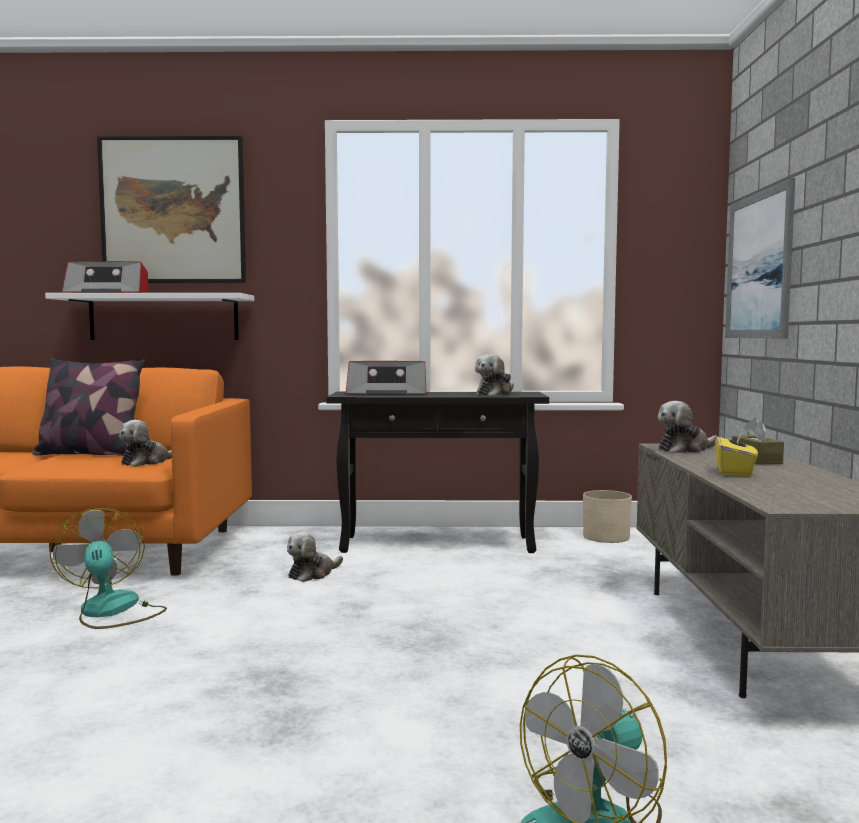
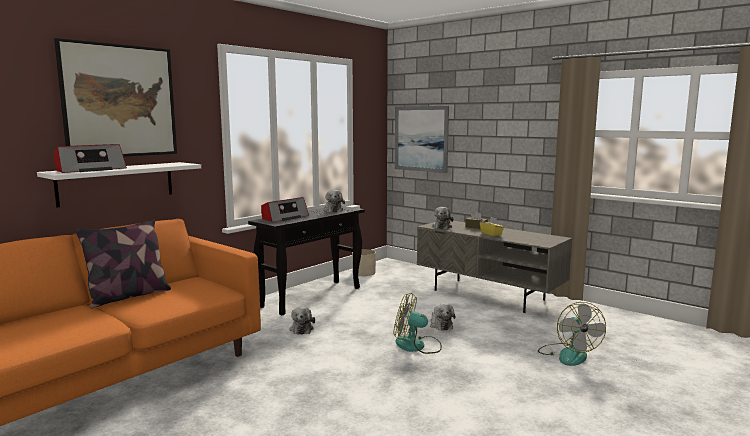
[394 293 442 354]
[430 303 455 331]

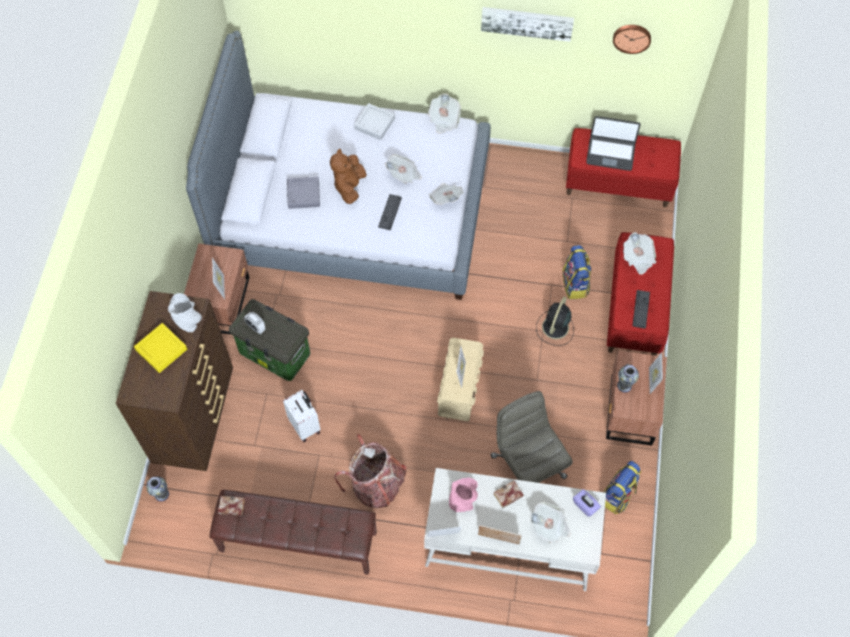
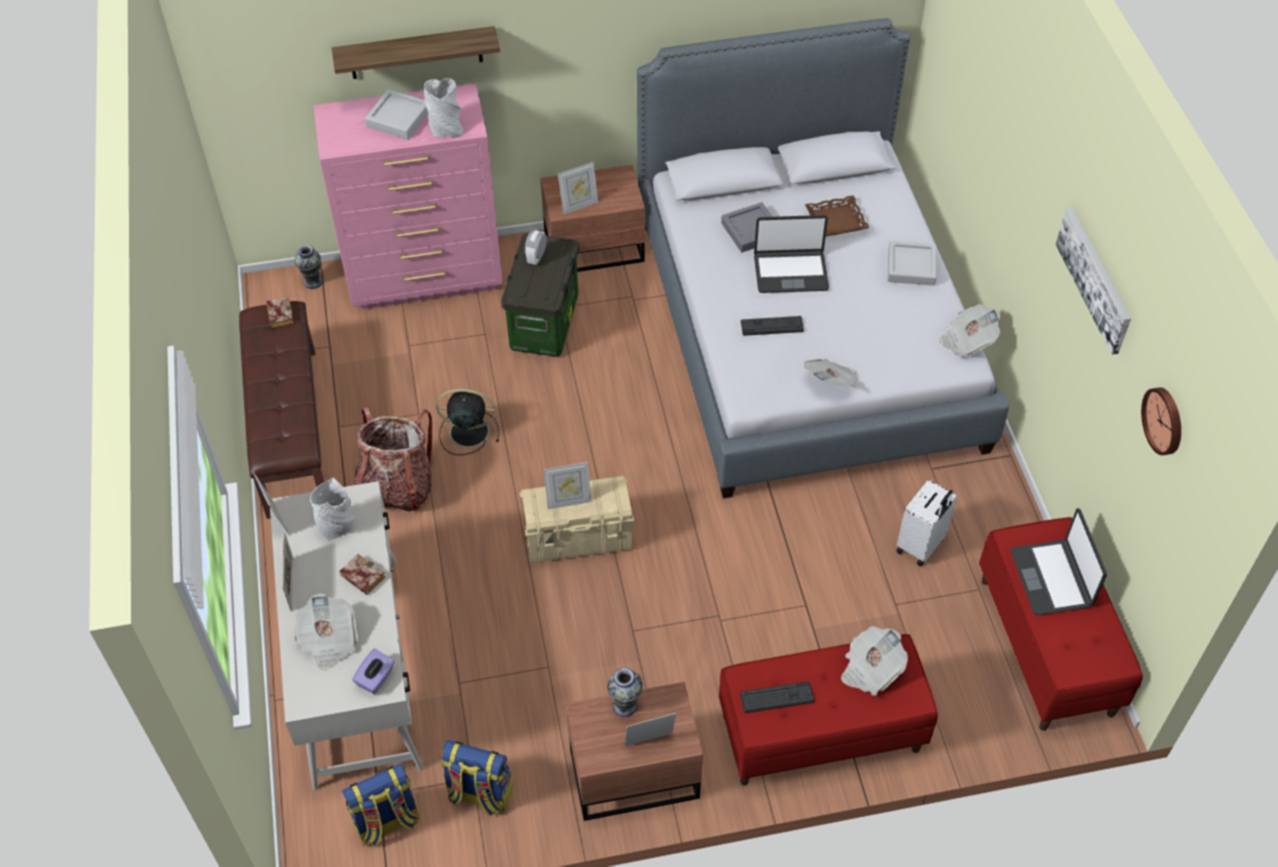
[385 154 422 184] (first image)
[491 391 573 483] (first image)
[332 26 500 79]
[805 195 869 237]
[897 480 957 566]
[436 388 499 455]
[342 763 420 846]
[754 215 829 293]
[313 83 503 309]
[365 89 428 139]
[310 478 355 541]

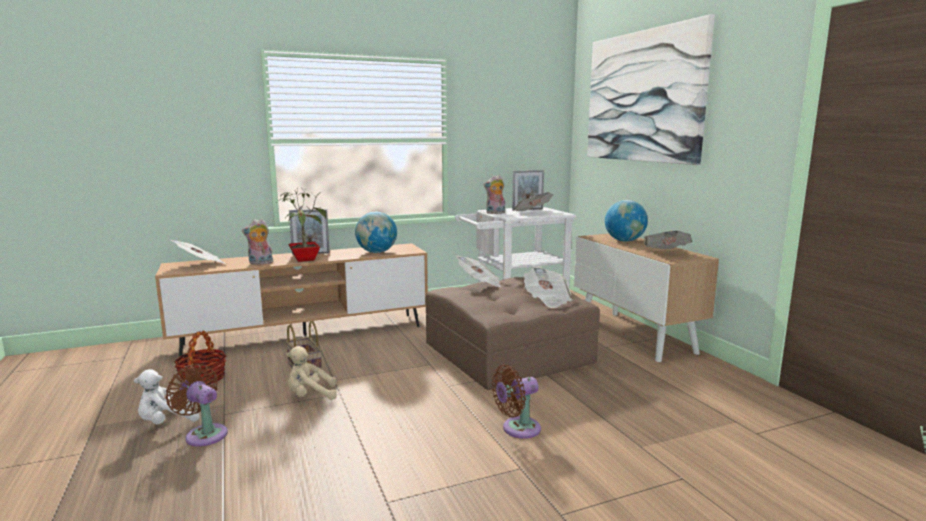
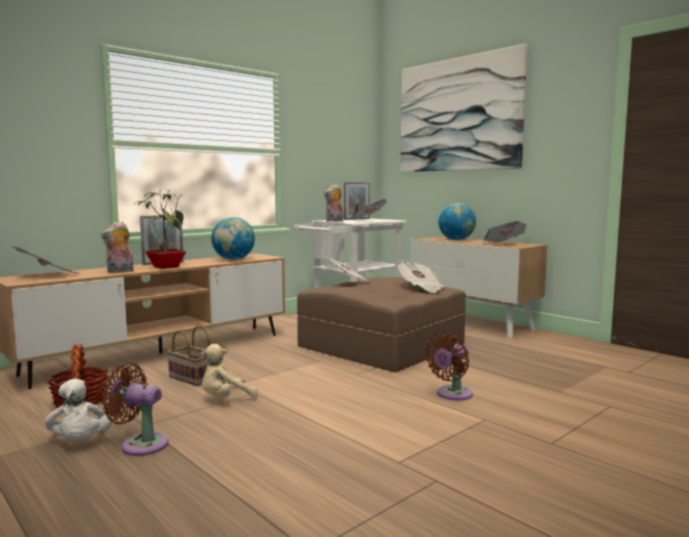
[45 379 113 440]

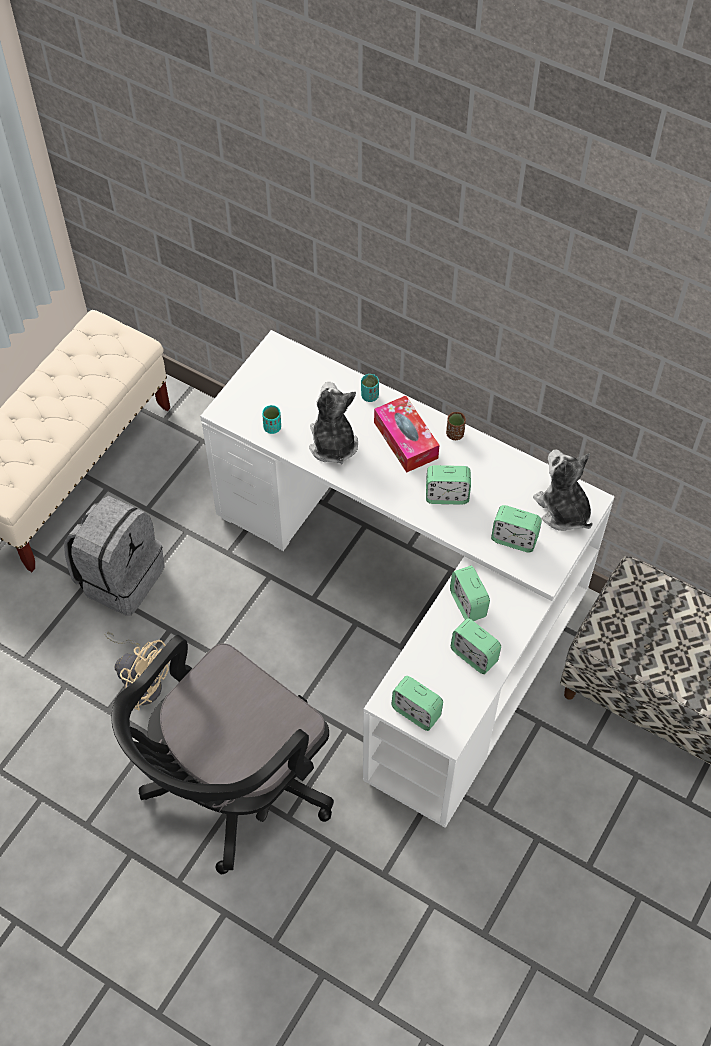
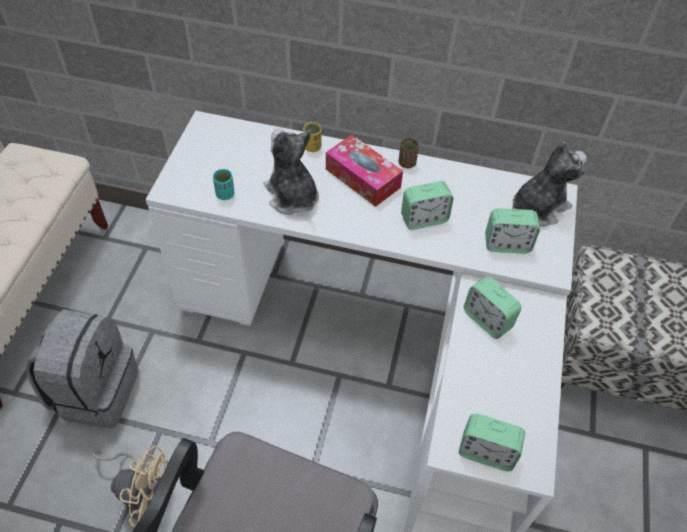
[451 619 501 674] (first image)
[303 122 322 152]
[512 141 587 226]

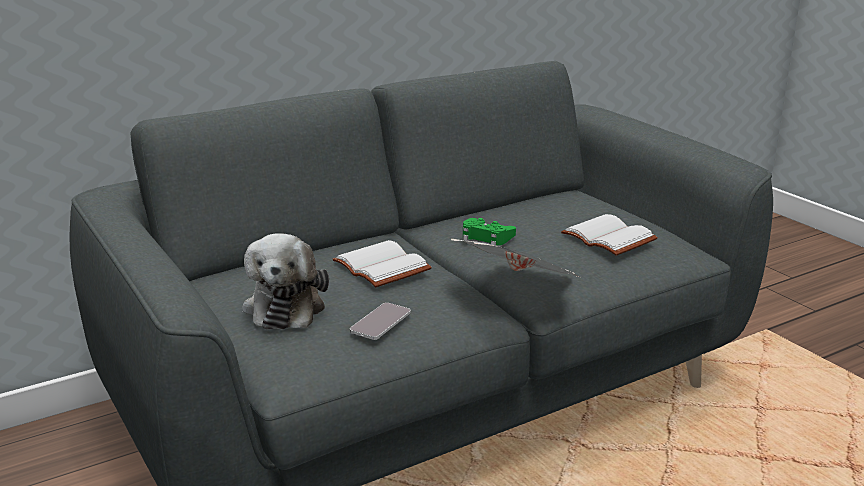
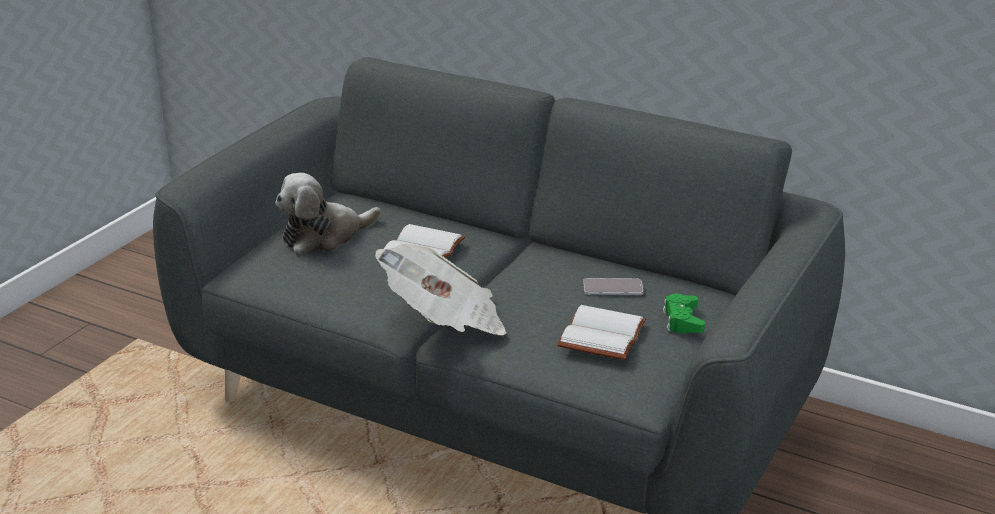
[583 278 643 295]
[663 293 705 333]

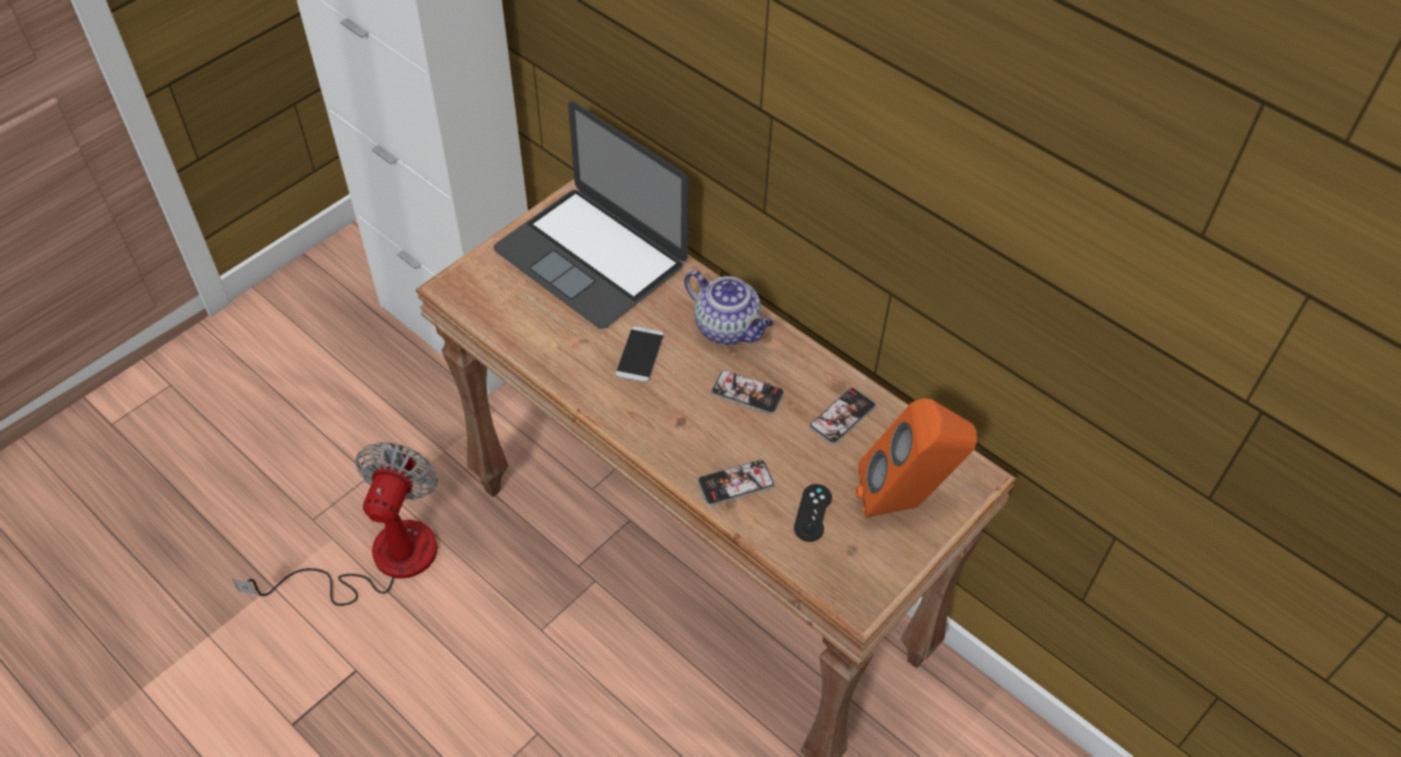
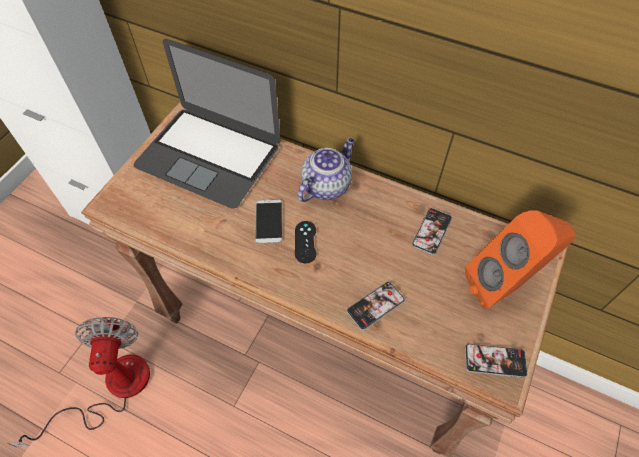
[465 344 528 378]
[295 221 316 263]
[298 138 355 202]

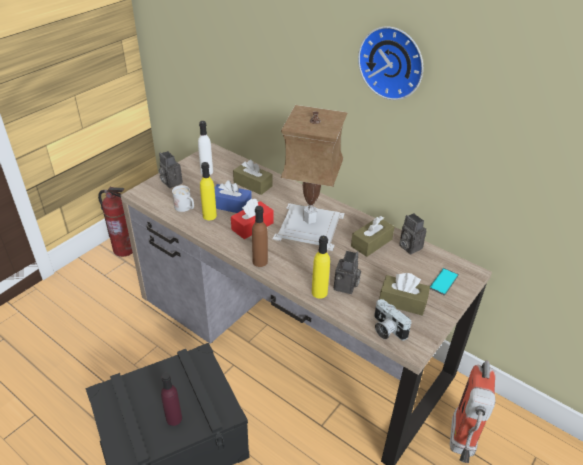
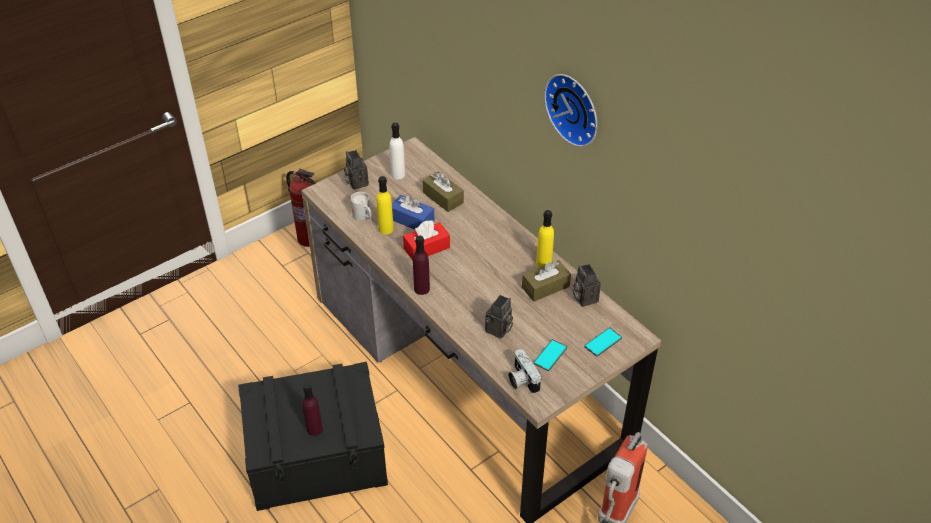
[272 105 348 251] (first image)
[536 210 554 268]
[533 339 567 371]
[413 235 430 295]

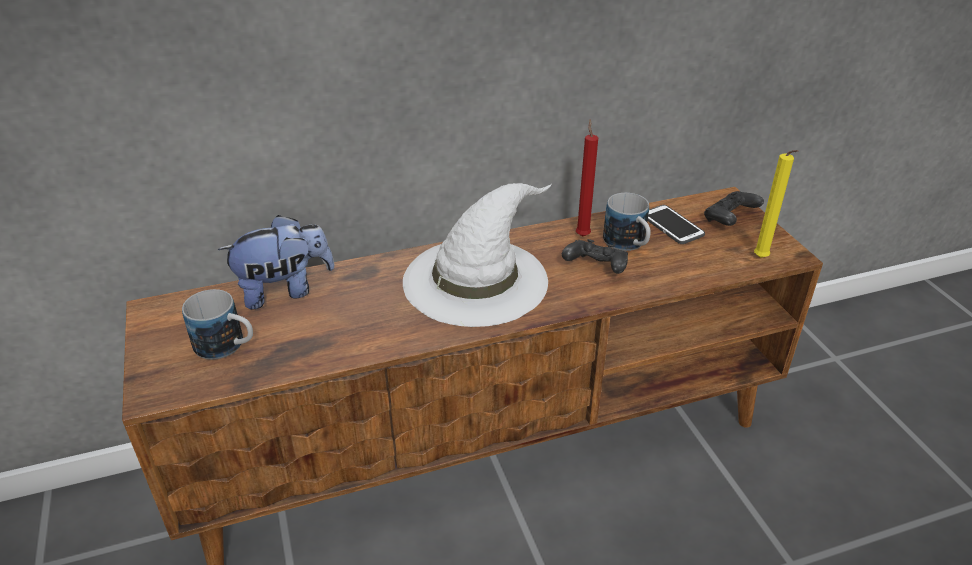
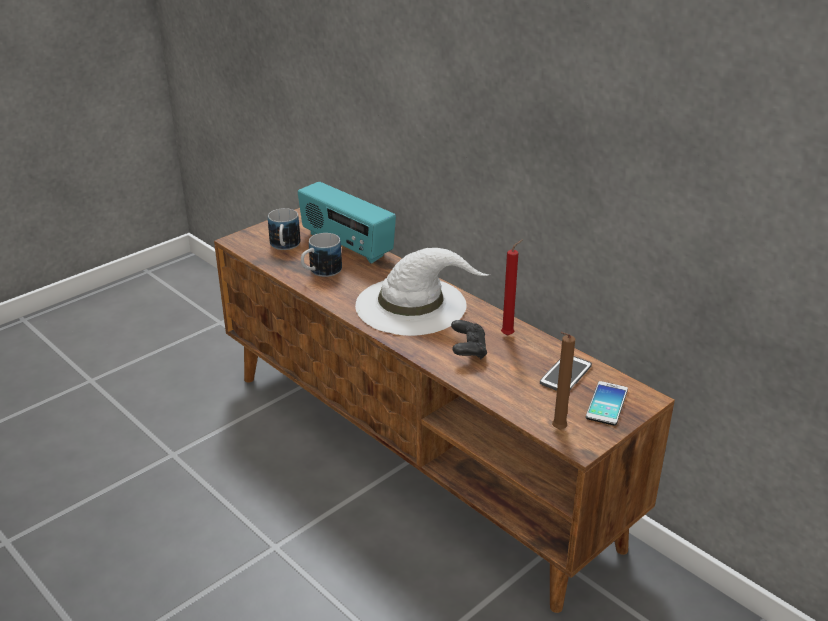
[301 233 342 277]
[298 182 396 264]
[586 381 628 425]
[552 332 575 429]

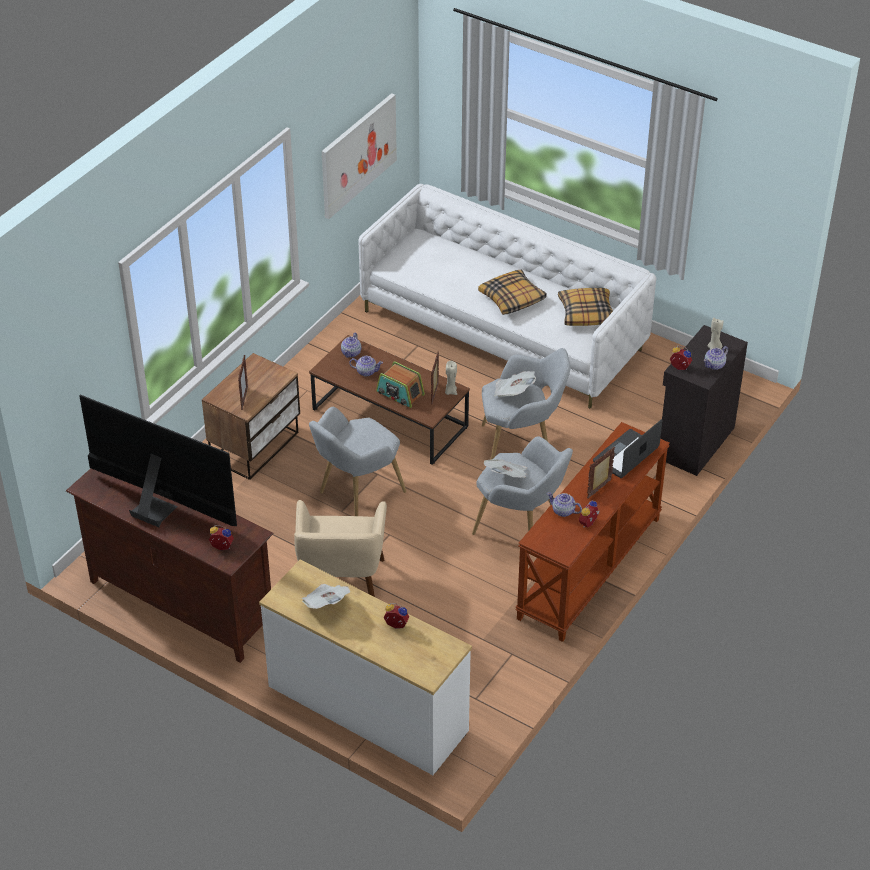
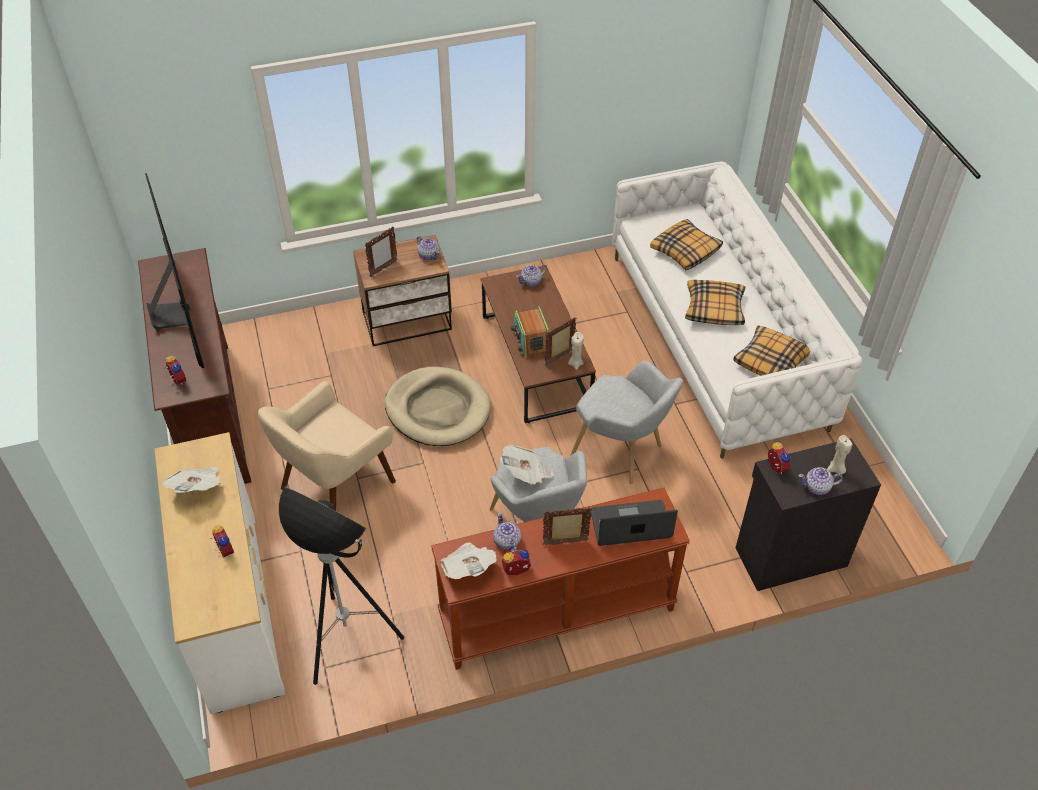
[322 93 397 219] (first image)
[279 486 404 685]
[650 219 723 270]
[417 236 439 261]
[441 542 497 579]
[385 366 491 446]

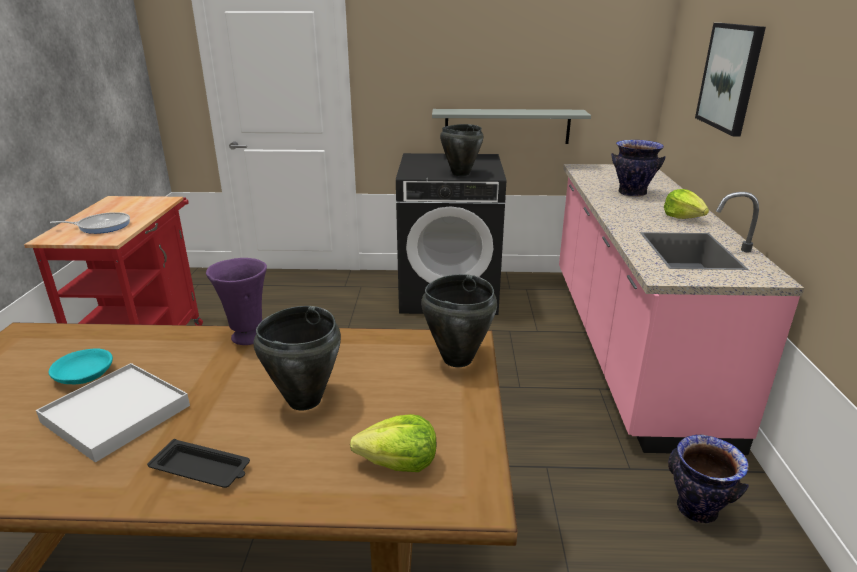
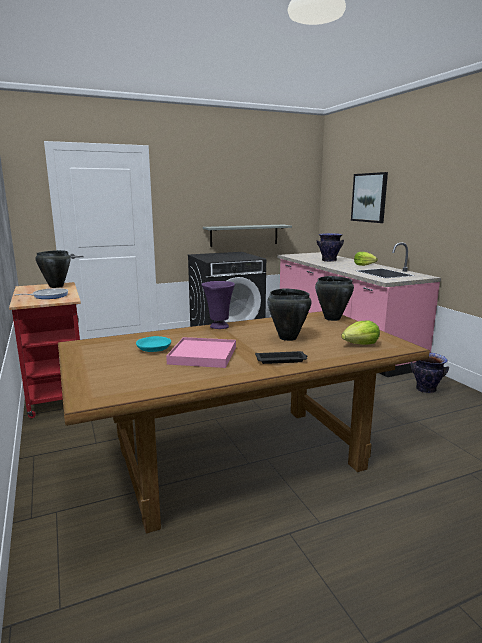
[35 250 71 288]
[166 337 236 368]

